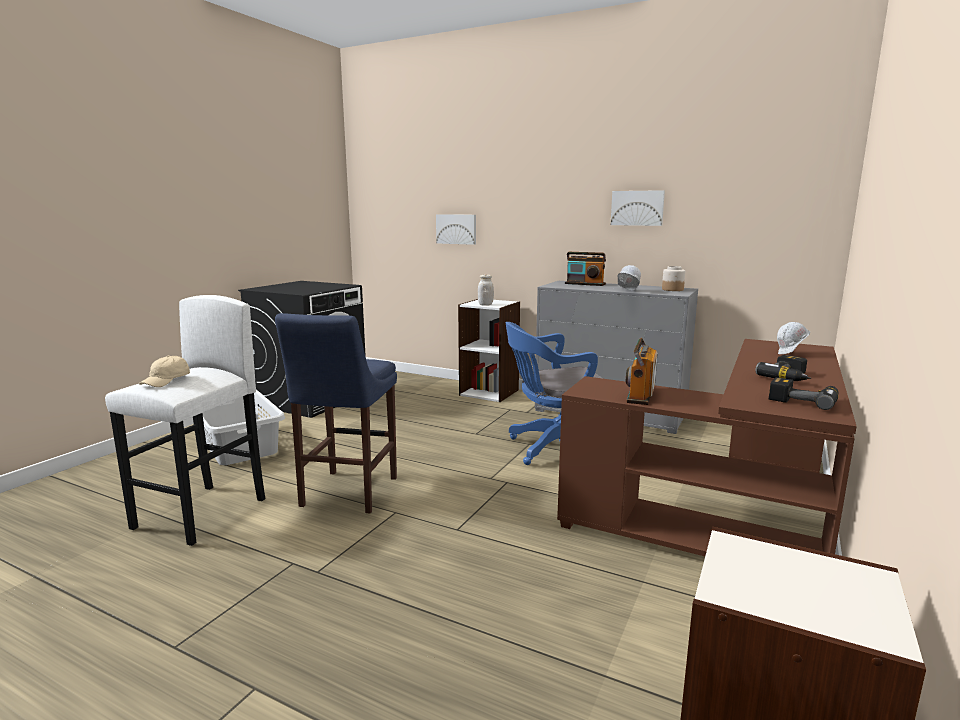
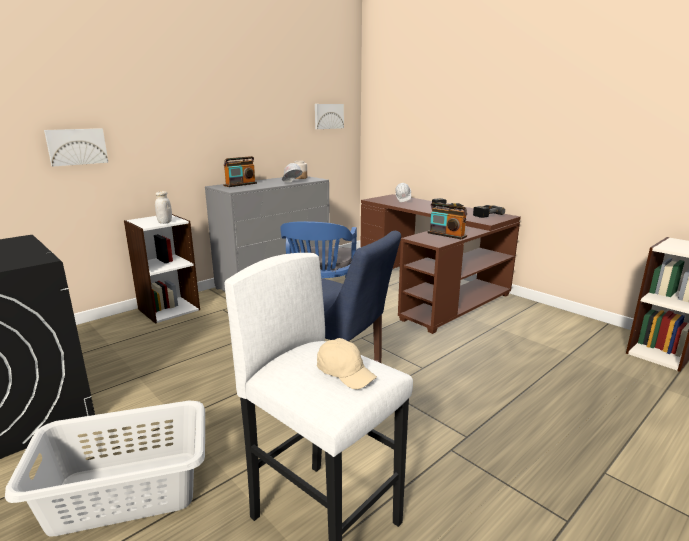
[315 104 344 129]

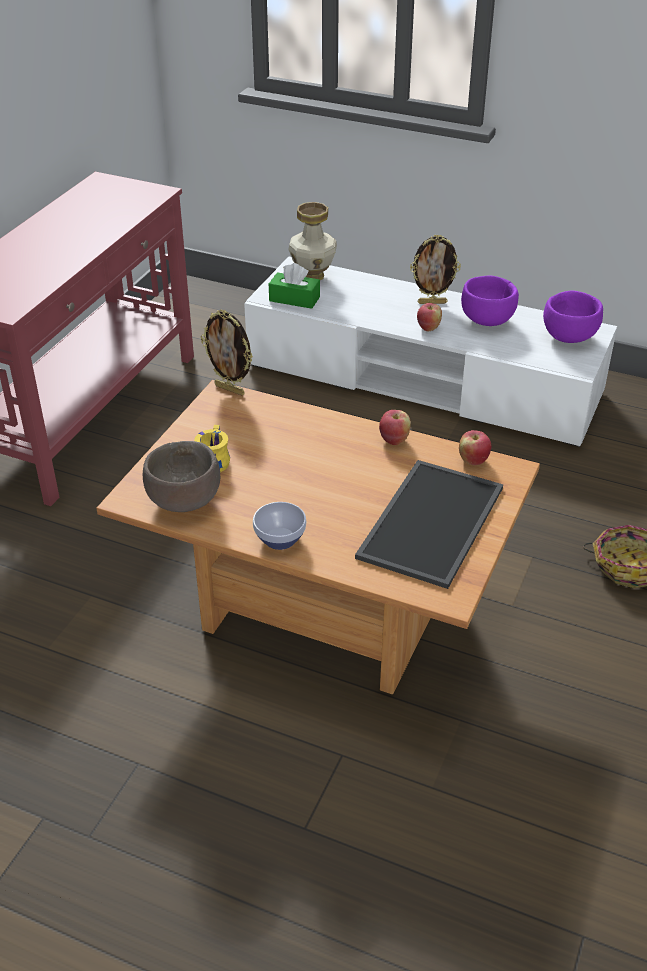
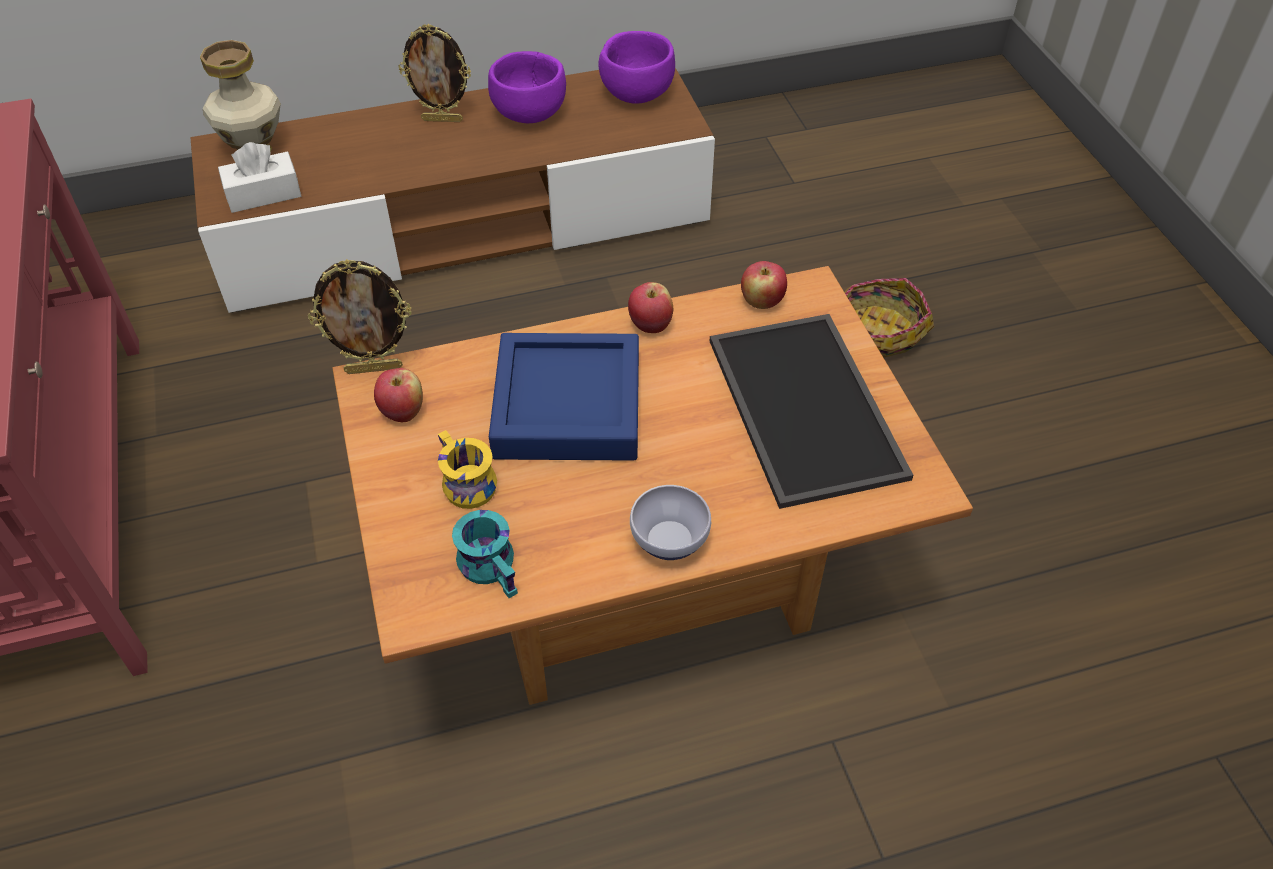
[489 333 639 461]
[374 368 423 422]
[452 510 518 598]
[190 68 715 313]
[218 142 301 213]
[398 24 471 122]

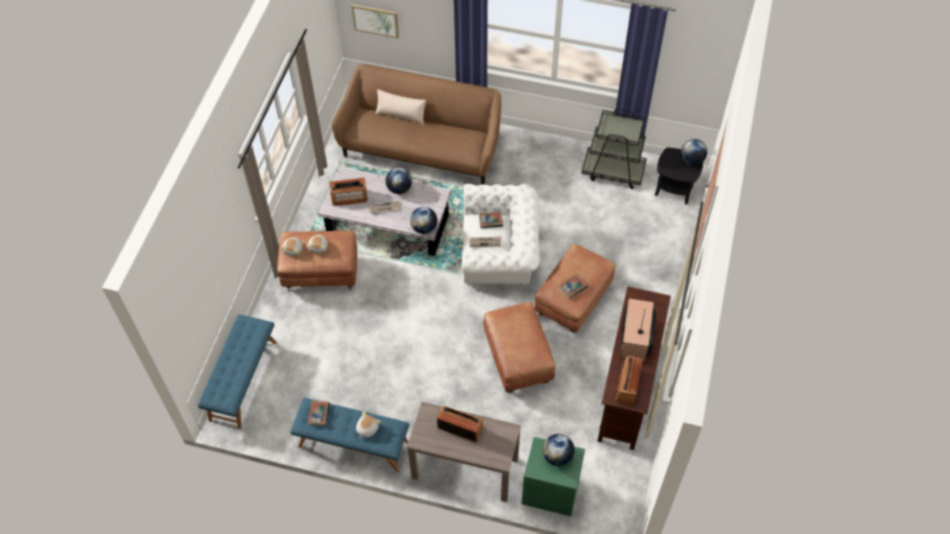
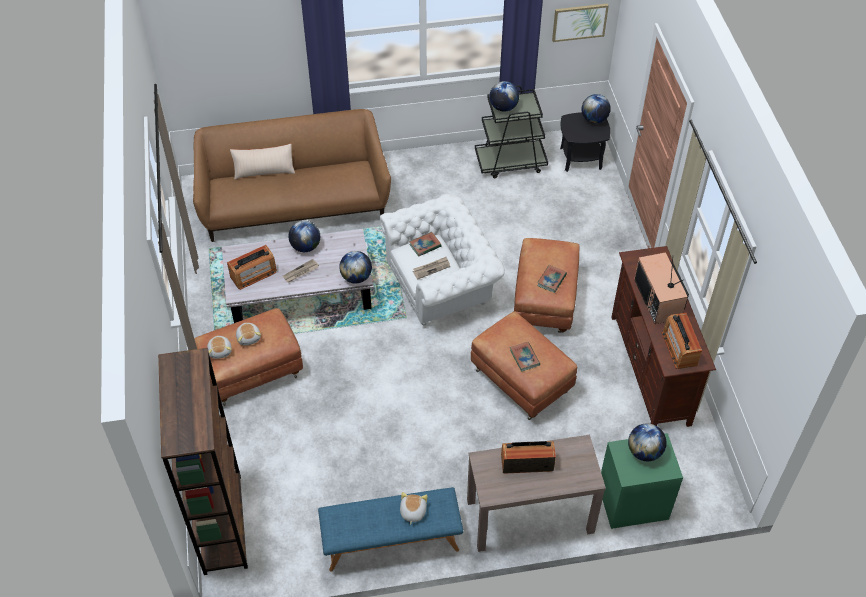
[490 81 519 112]
[510 342 540 372]
[552 4 609 42]
[158 348 248 575]

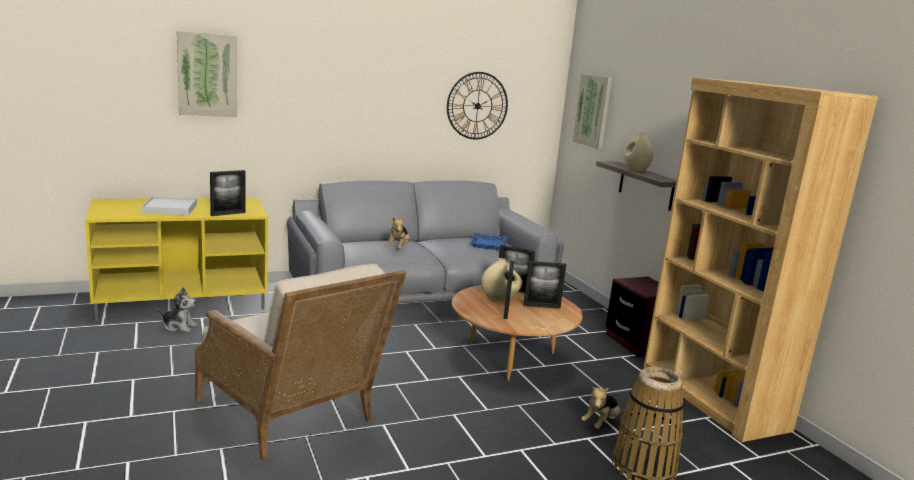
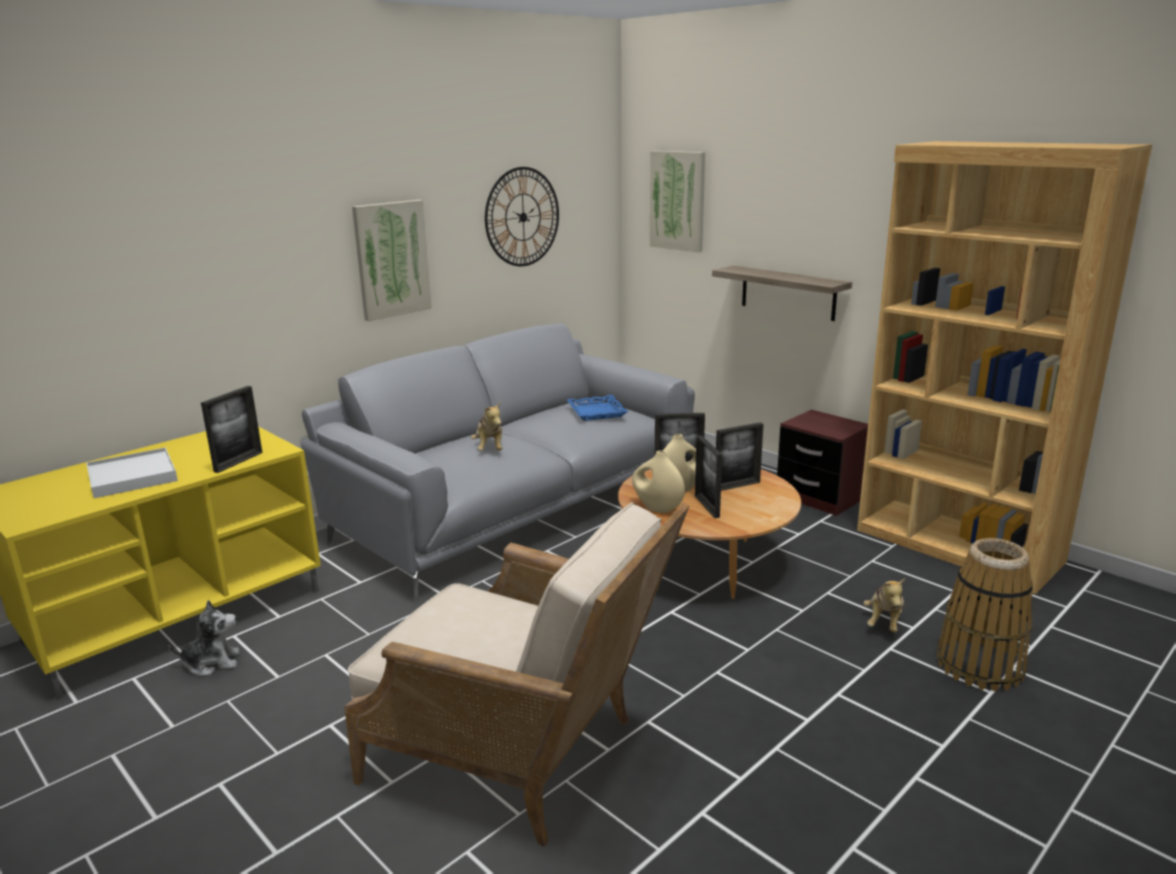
[352 200 432 321]
[632 451 685 513]

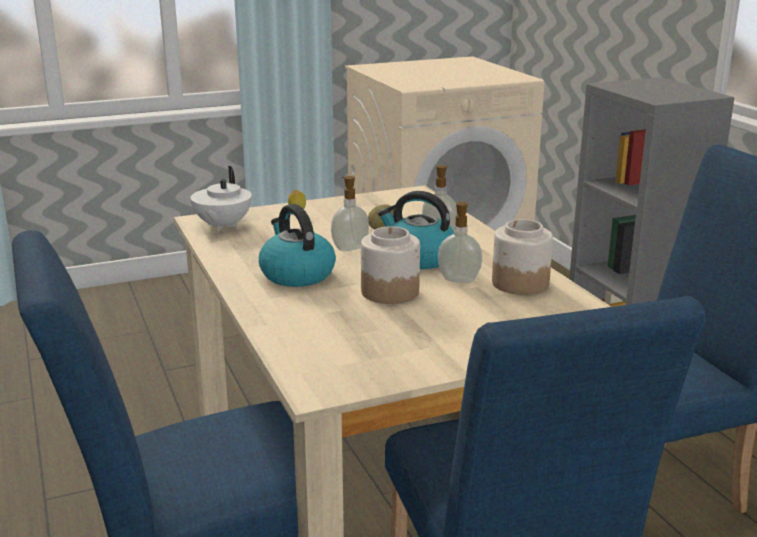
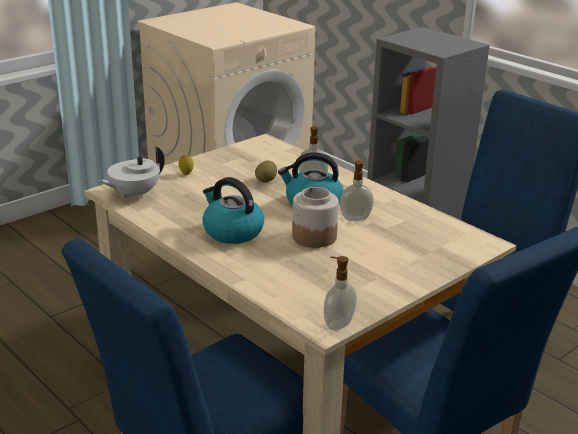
[492 219 553 295] (first image)
[324 256 357 331]
[98 146 165 199]

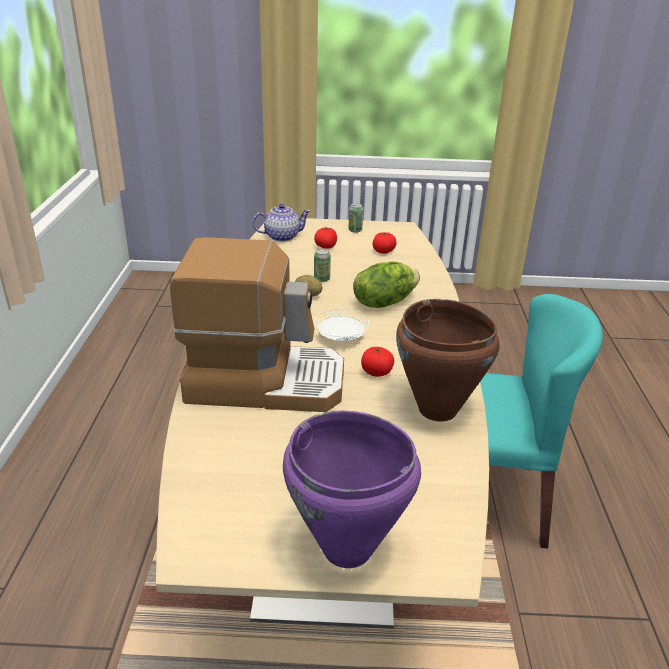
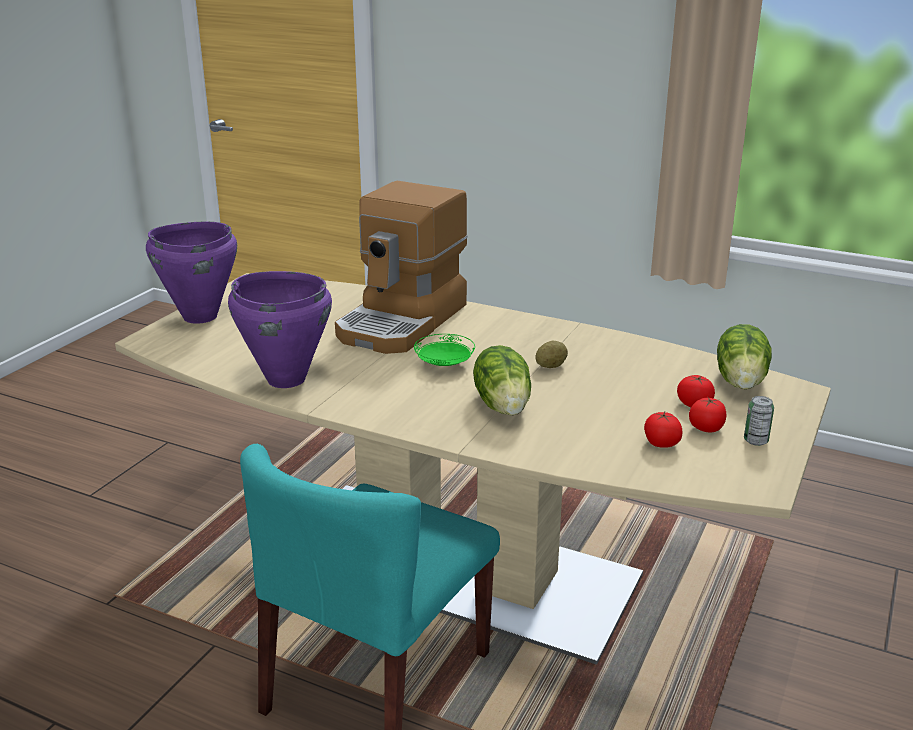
[314 249 331 282] (first image)
[689 398 726 432]
[717 324 772 390]
[414 334 475 366]
[228 271 332 388]

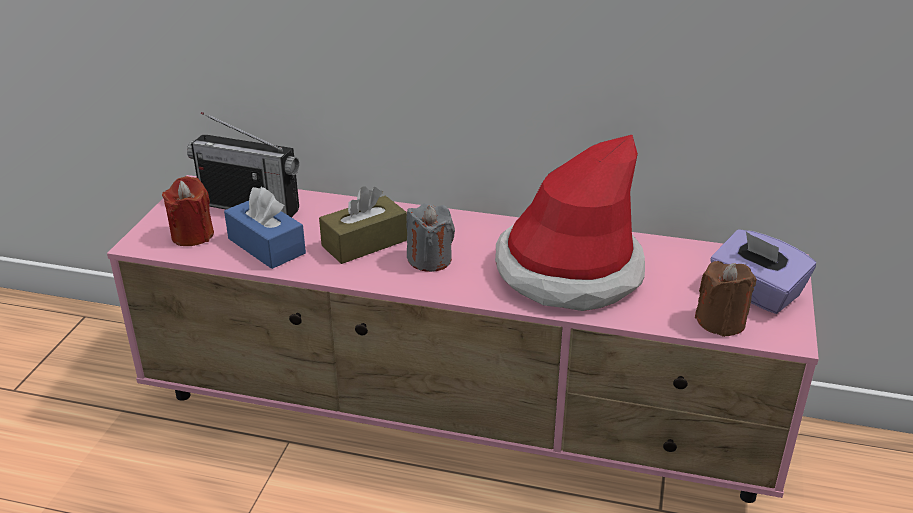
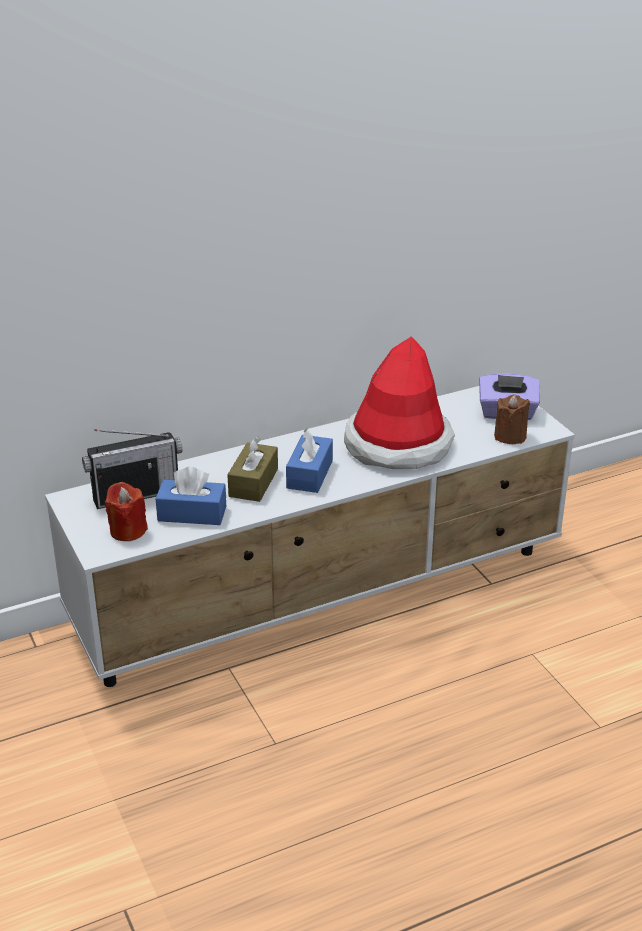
[286 429 333 493]
[45 386 575 687]

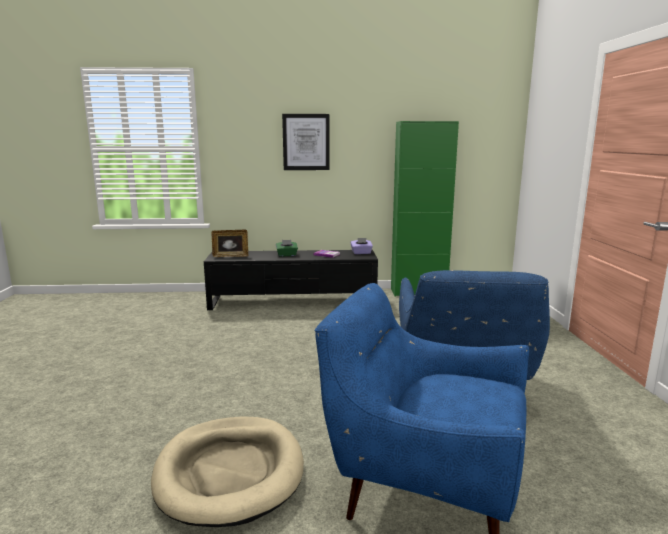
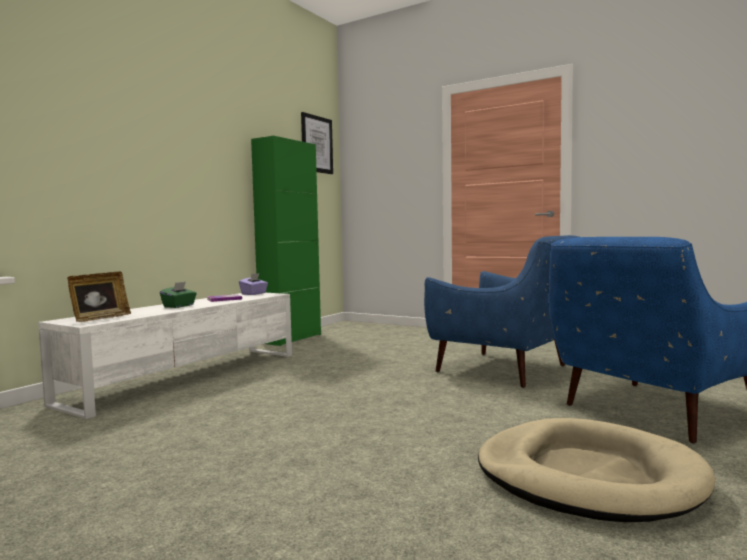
[301 112 333 174]
[38 293 292 419]

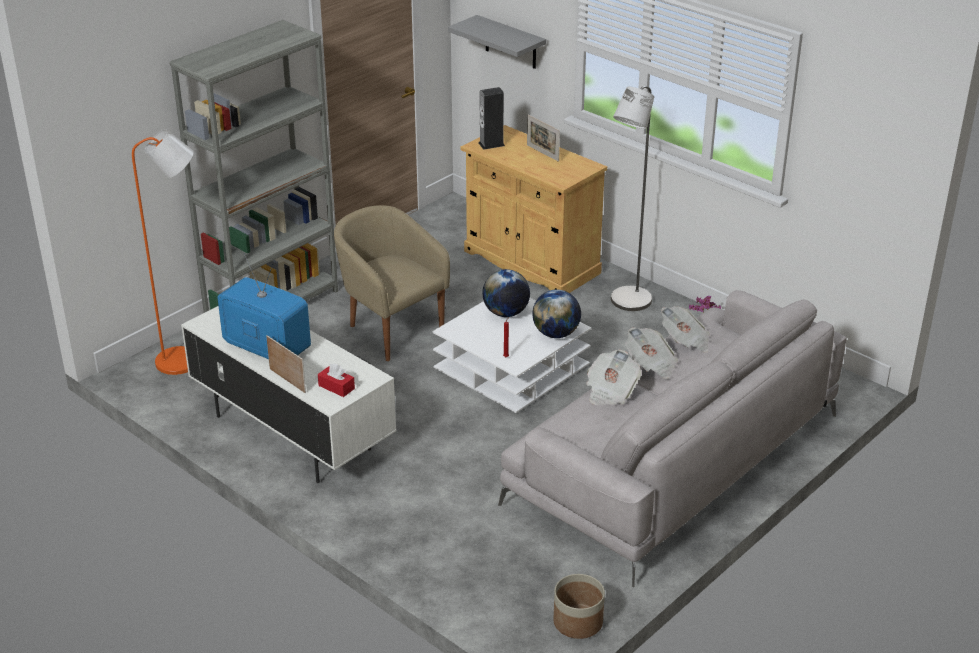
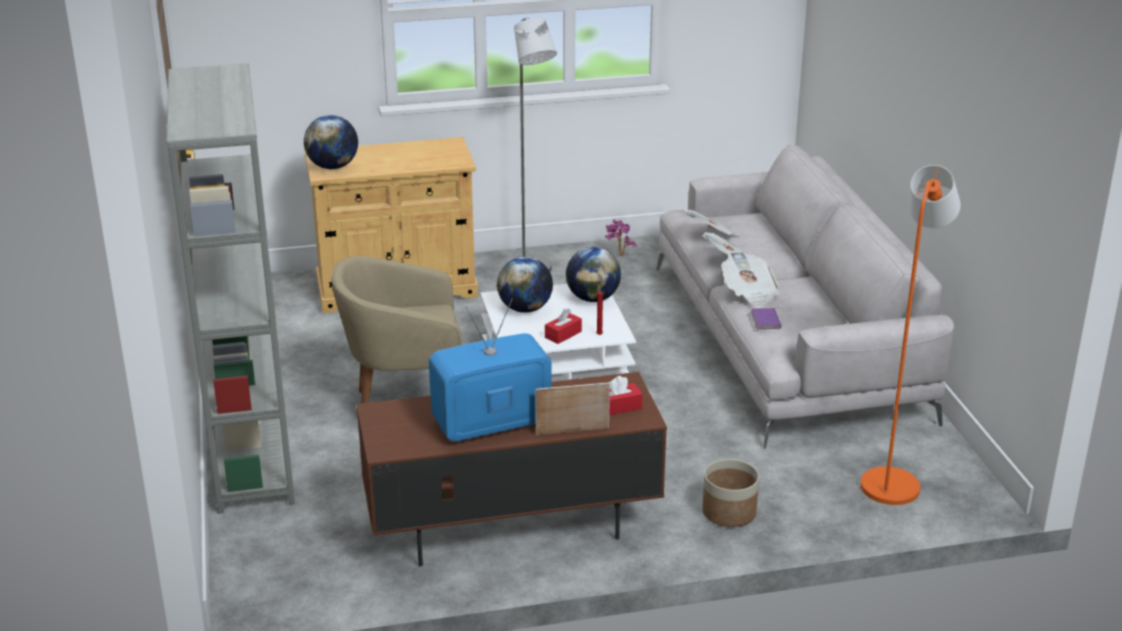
[448 15 546 69] (first image)
[527 115 560 162] (first image)
[545 309 582 344]
[751 307 782 329]
[860 165 961 505]
[702 459 759 527]
[304 115 358 169]
[356 372 667 566]

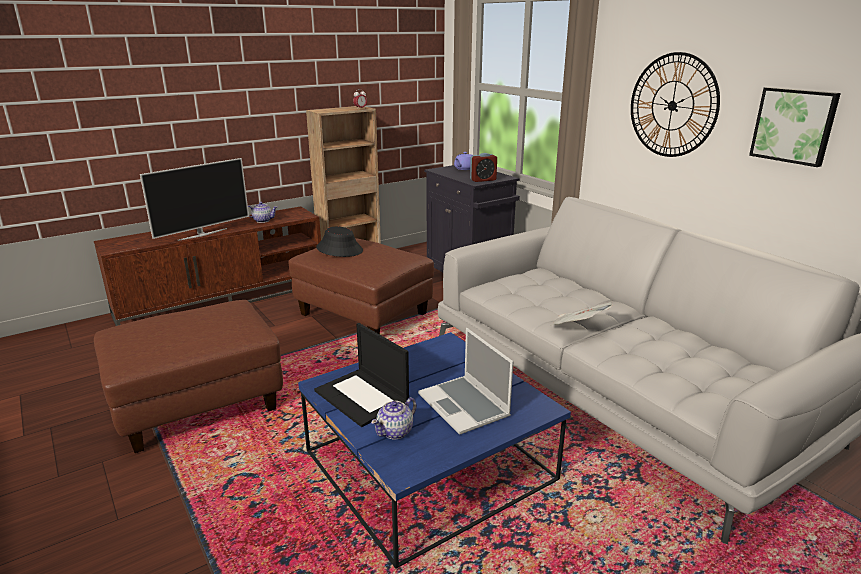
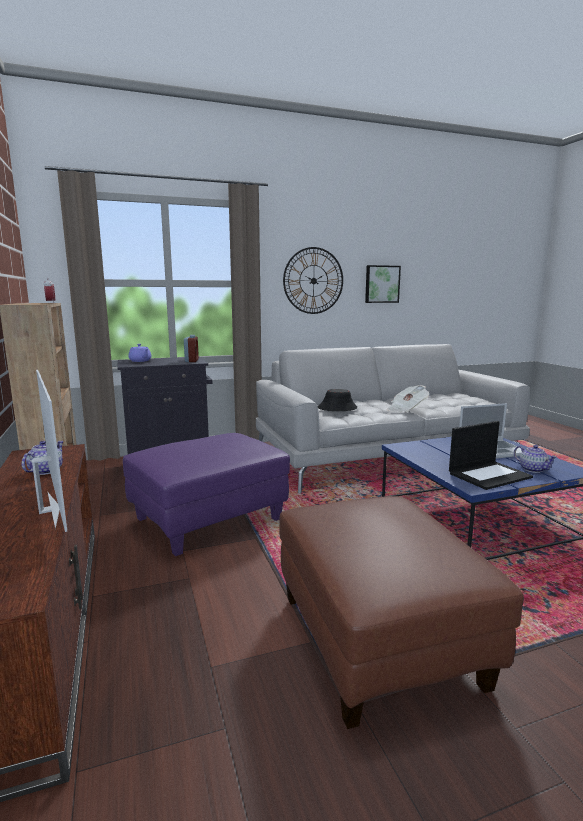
[318 389 358 411]
[123 433 290 556]

